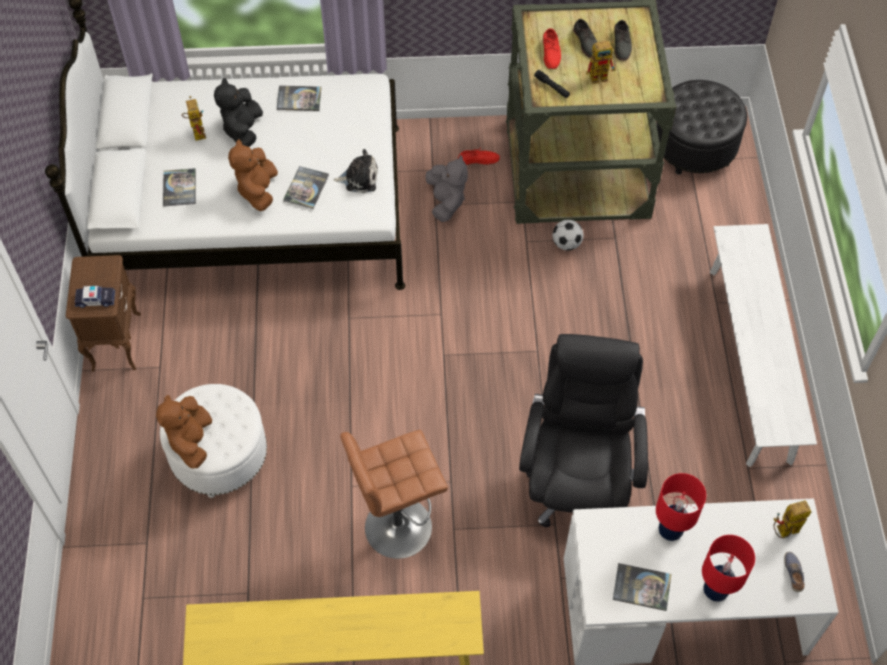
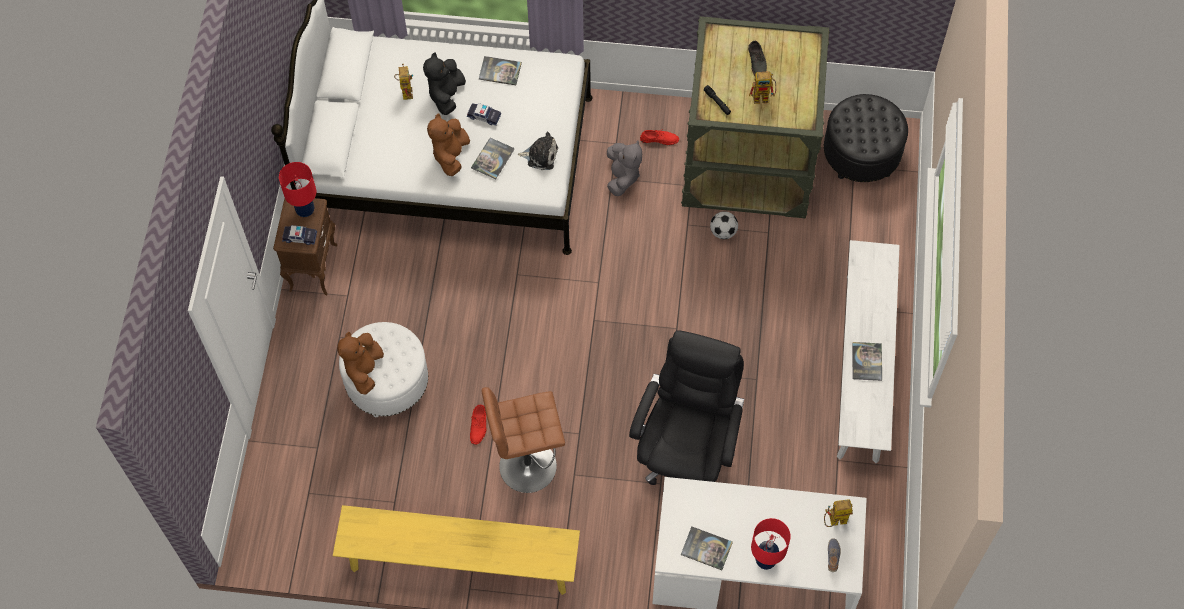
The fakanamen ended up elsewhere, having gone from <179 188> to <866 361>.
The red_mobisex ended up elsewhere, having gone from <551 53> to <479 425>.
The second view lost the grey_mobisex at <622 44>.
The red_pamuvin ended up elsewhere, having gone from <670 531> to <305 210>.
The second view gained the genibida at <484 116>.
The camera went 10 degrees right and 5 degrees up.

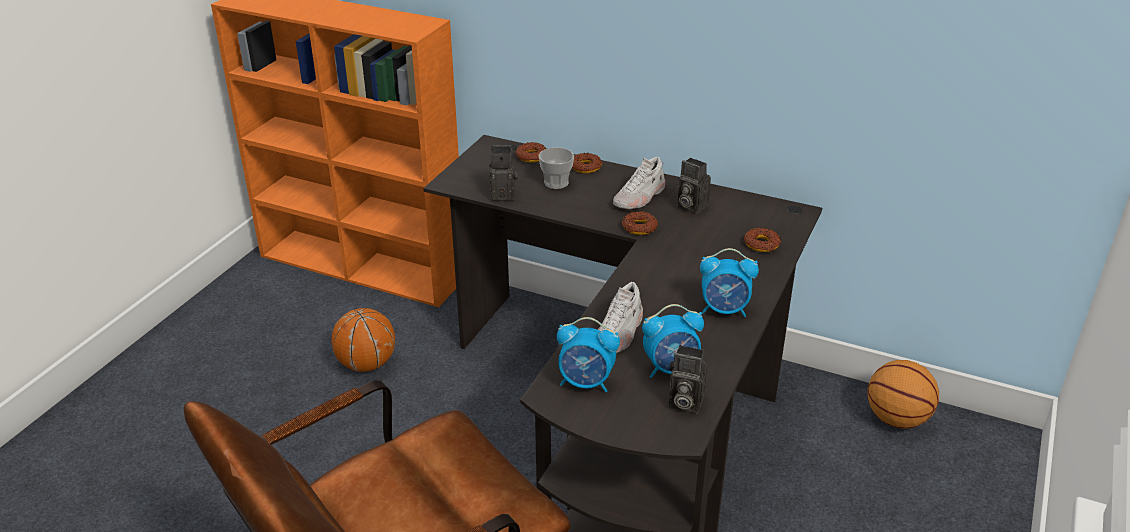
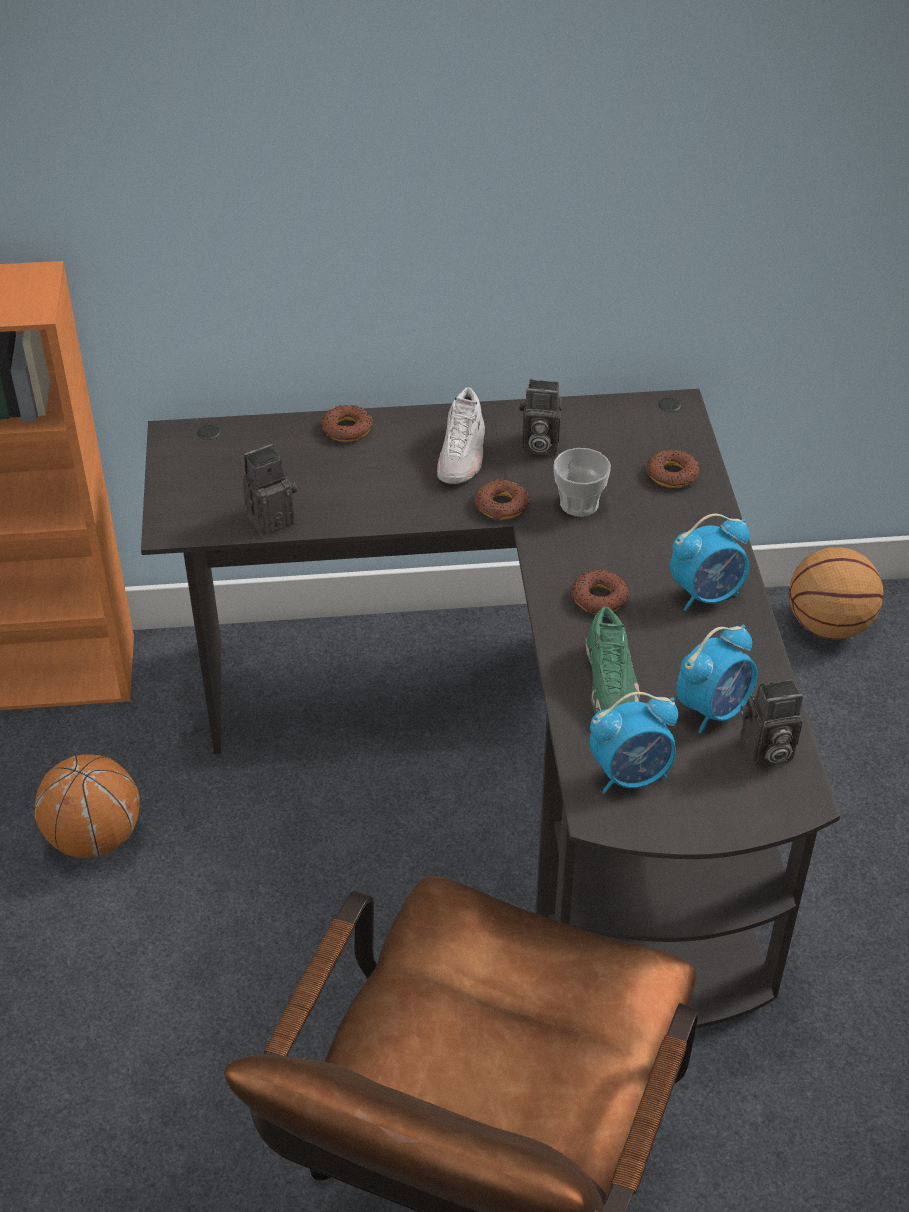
The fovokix ended up elsewhere, having gone from <531 156> to <599 598>.
The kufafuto ended up elsewhere, having gone from <556 183> to <579 504>.
What was the white_mobisex at <618 334> turned into the green_mobisex at <611 685>.
The camera went 30 degrees left and 10 degrees up.

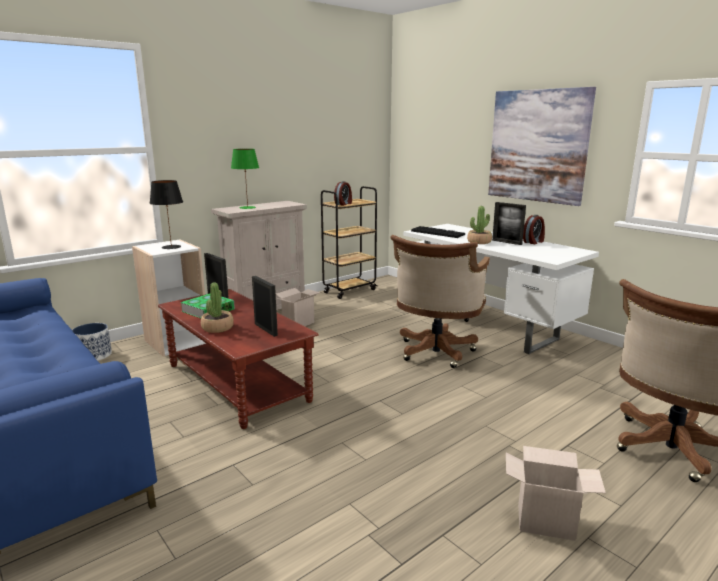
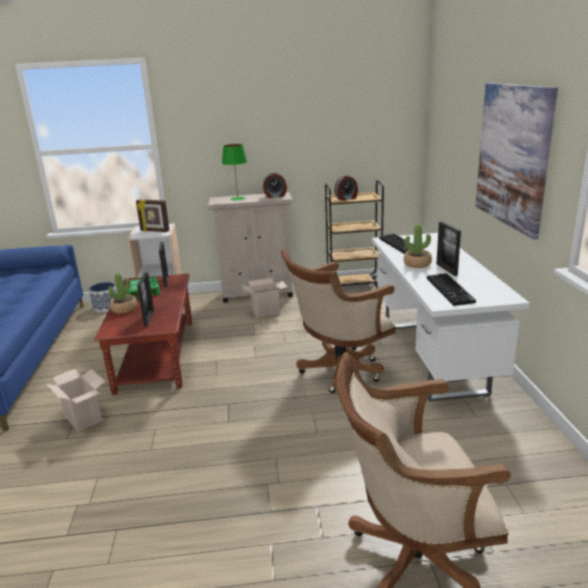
Where the black_pamuvin stood at <171 247>, the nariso came to stand at <154 231>.
The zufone ended up elsewhere, having gone from <547 521> to <85 419>.
The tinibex ended up elsewhere, having gone from <533 242> to <275 196>.
The second view gained the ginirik at <451 290>.
The camera went 35 degrees right and 5 degrees up.

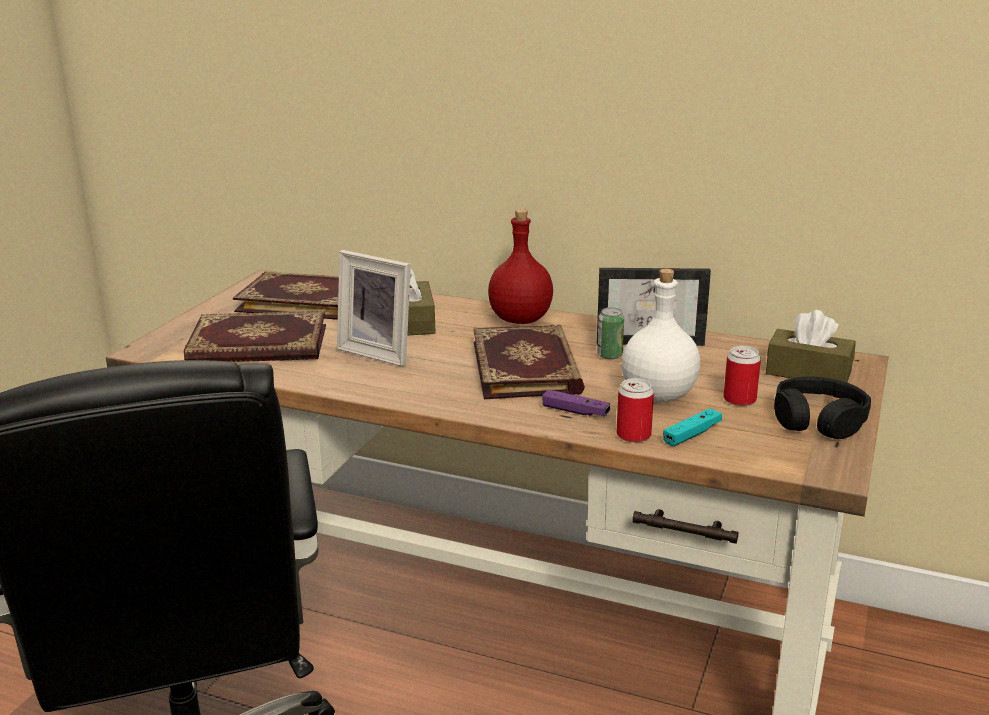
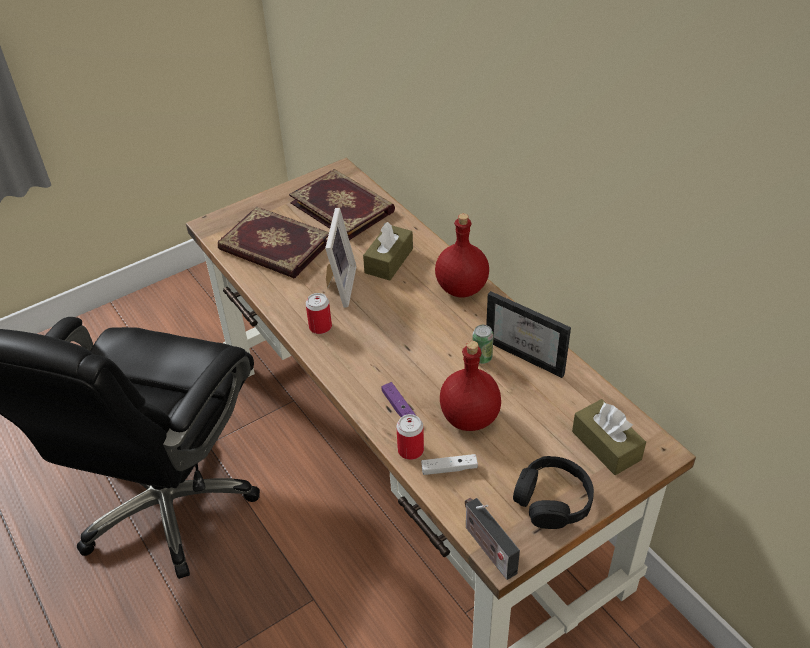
The nariso at <380 352> ended up facing another way, 150 degrees counterclockwise from before.
The second view lost the fakanamen at <528 367>.
What was the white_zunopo at <660 395> turned into the red_zunopo at <470 418>.
What was the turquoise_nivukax at <692 434> turned into the white_nivukax at <449 469>.
The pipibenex ended up elsewhere, having gone from <739 400> to <320 327>.
The second view gained the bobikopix at <487 547>.
The camera went 35 degrees right and 20 degrees up.

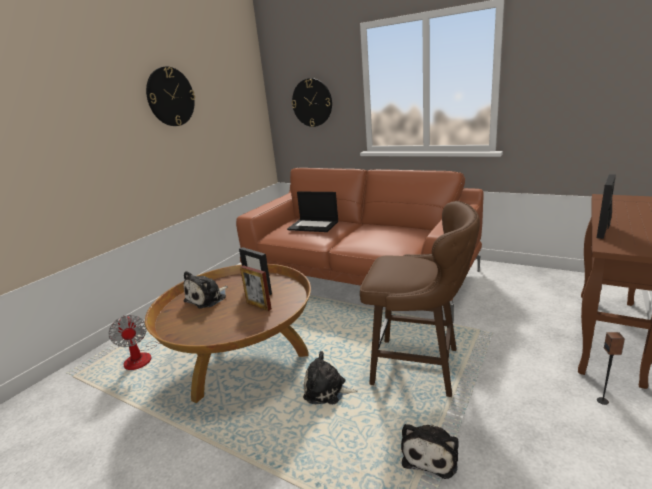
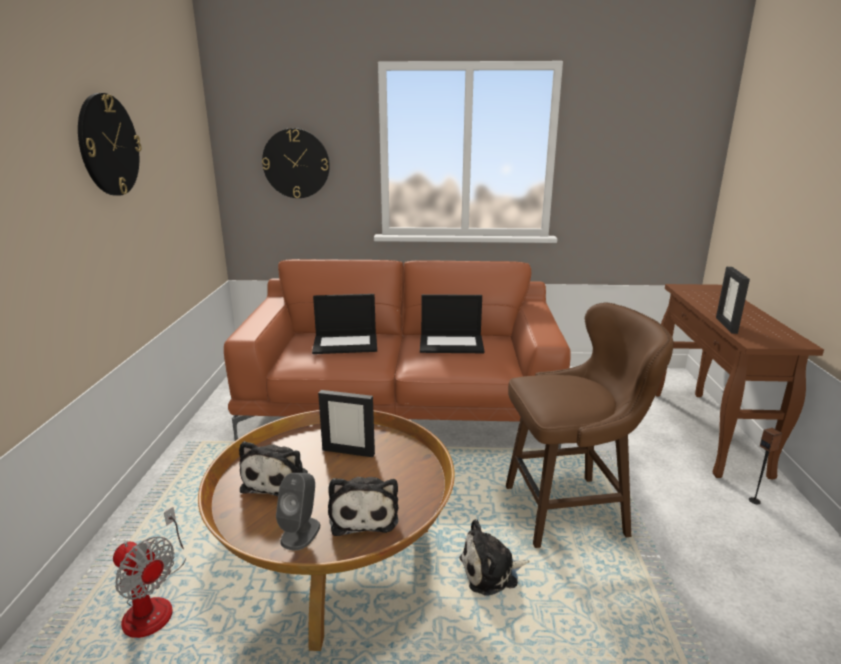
The second view lost the nariso at <258 306>.
The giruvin ended up elsewhere, having gone from <430 454> to <364 514>.
The second view gained the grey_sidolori at <301 533>.
The second view gained the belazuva at <452 344>.
The camera went 30 degrees left and 0 degrees up.

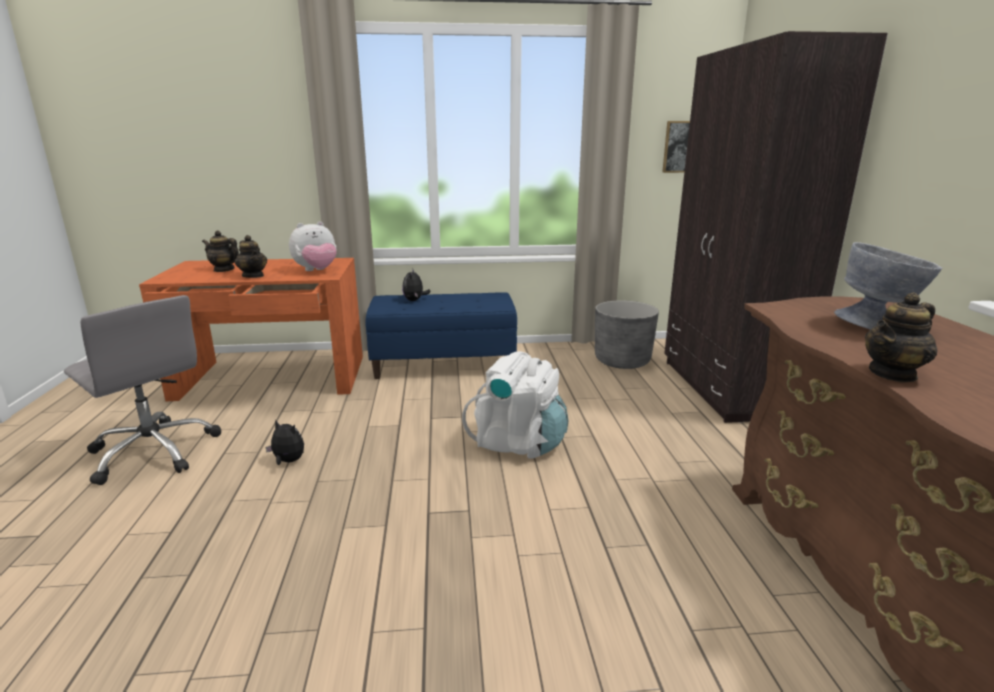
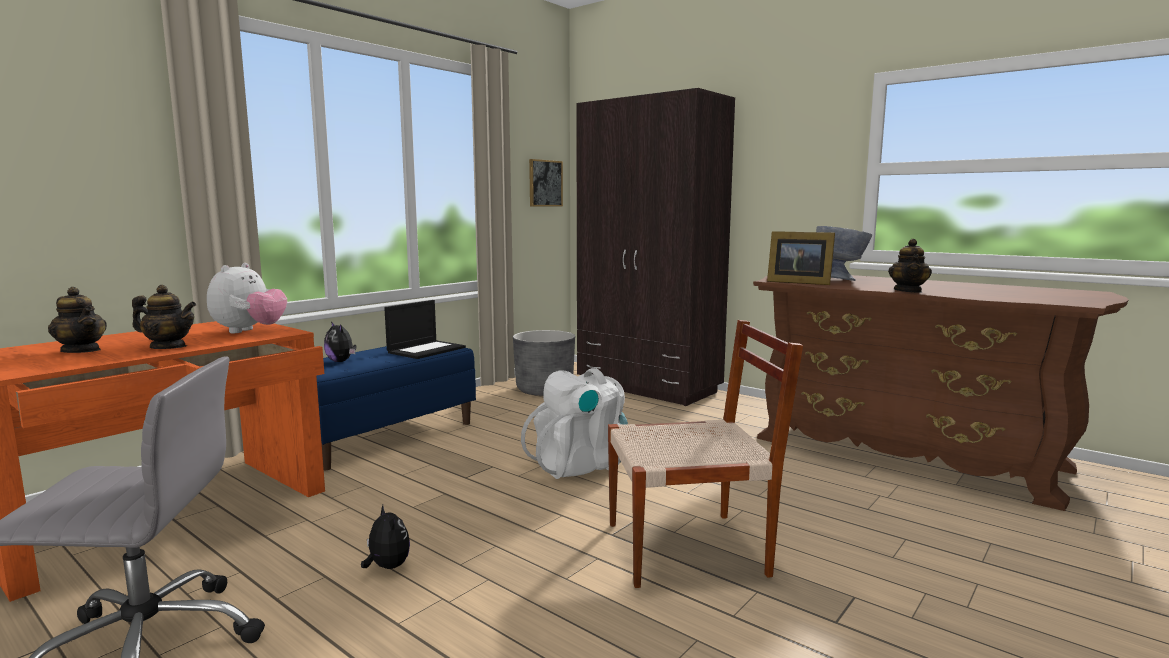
The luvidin at <224 270> ended up facing another way, 120 degrees counterclockwise from before.
The giruvin at <288 461> ended up facing another way, 75 degrees clockwise from before.
The second view gained the belazuva at <426 350>.
The second view gained the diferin at <690 549>.
The second view gained the nariso at <797 282>.
The camera went 45 degrees left and 10 degrees down.

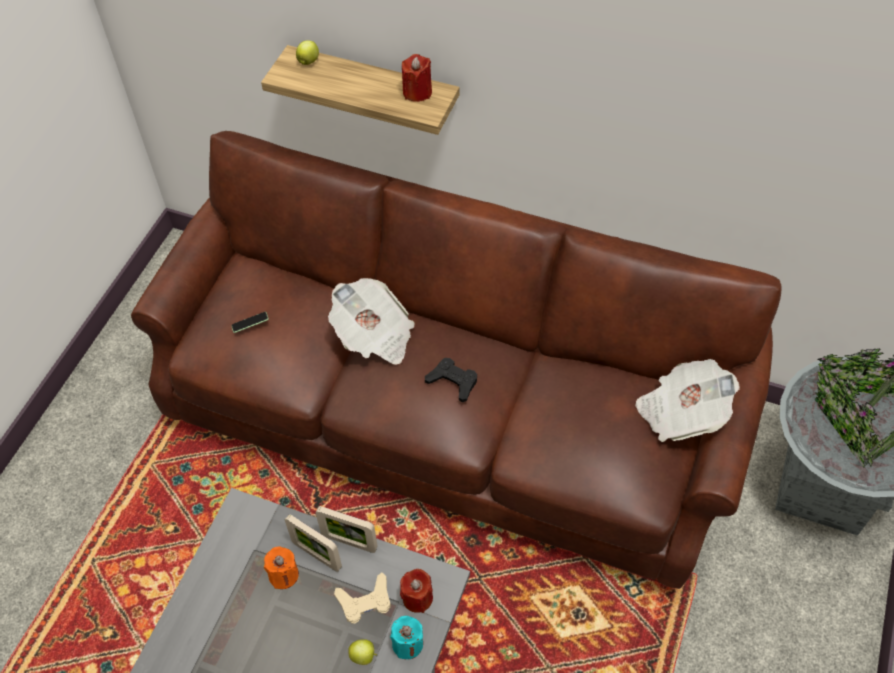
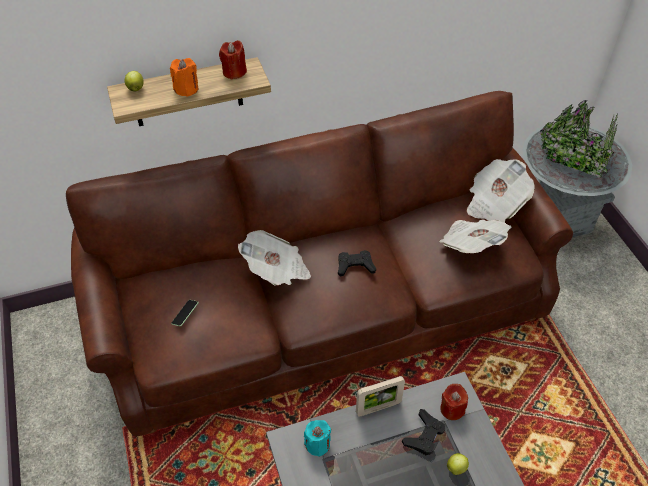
The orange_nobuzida ended up elsewhere, having gone from <283 575> to <186 89>.
The second view lost the nariso at <317 555>.
What was the beige_nivukax at <365 601> turned into the black_nivukax at <424 435>.
The turquoise_nobuzida ended up elsewhere, having gone from <407 644> to <317 444>.
The second view gained the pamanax at <471 245>.
The camera went 40 degrees left and 5 degrees down.

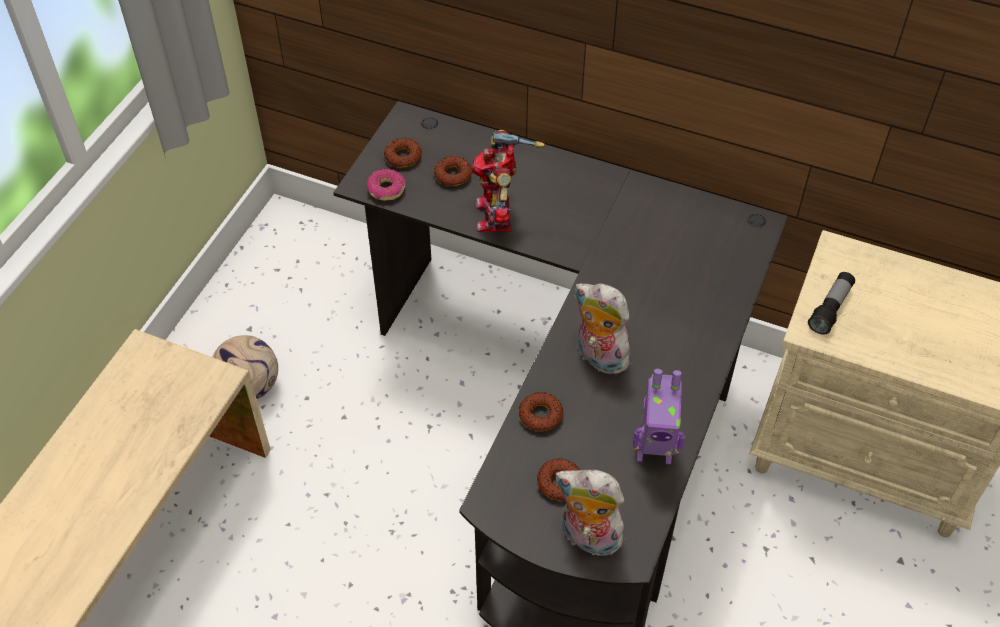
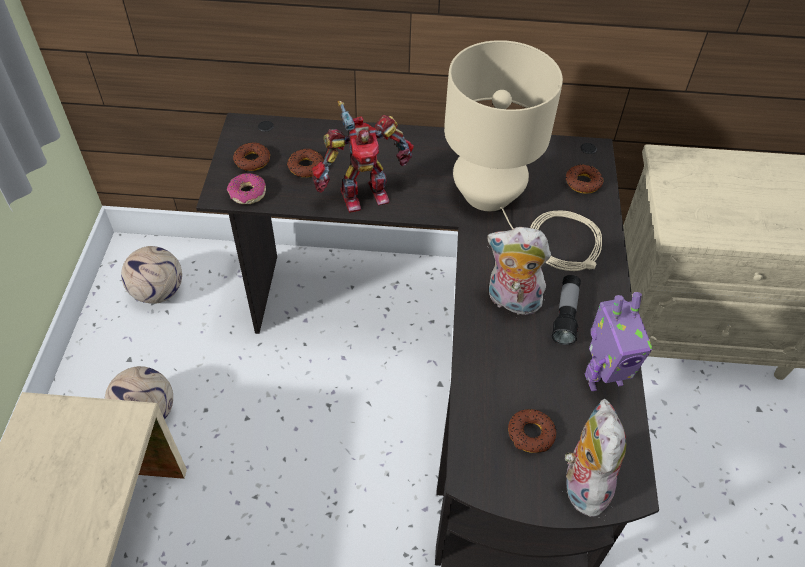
The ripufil at <498 215> ended up facing another way, 90 degrees counterclockwise from before.
The fovokix ended up elsewhere, having gone from <541 415> to <583 182>.
The giruvin at <587 538> ended up facing another way, 90 degrees clockwise from before.
The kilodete ended up elsewhere, having gone from <830 309> to <565 315>.
The second view gained the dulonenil at <158 291>.
The second view gained the beige_pamuvin at <516 212>.
The camera went 20 degrees left and 0 degrees up.

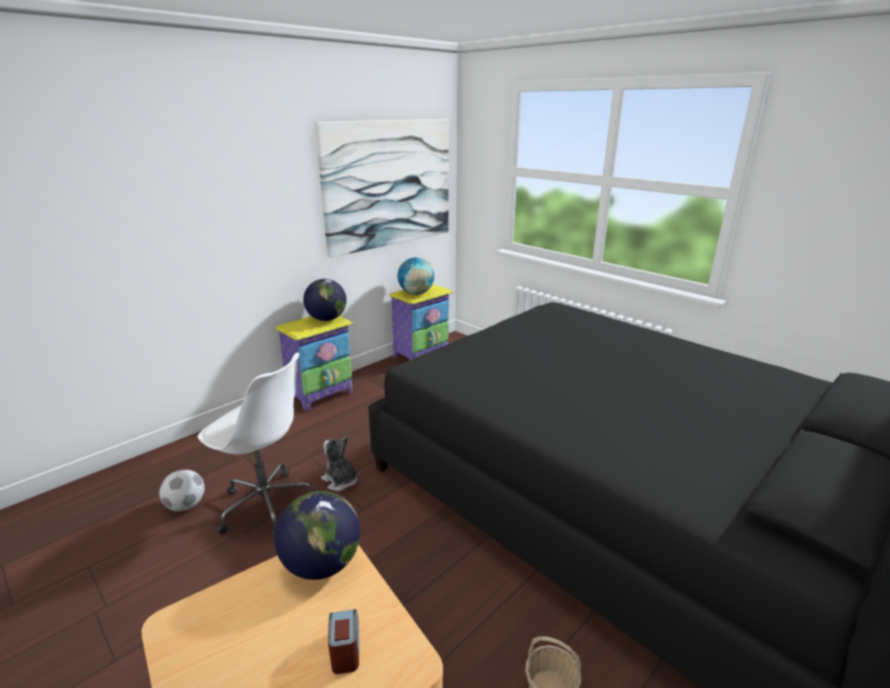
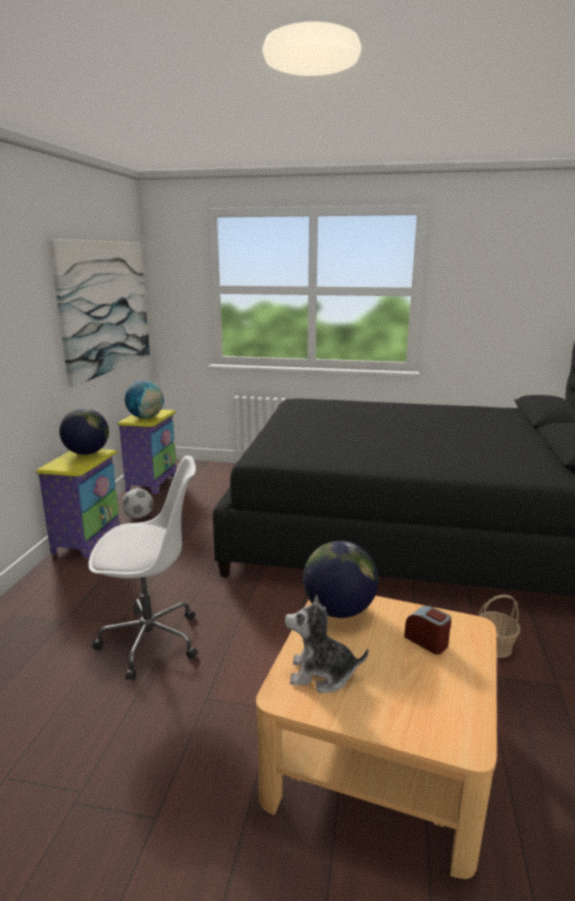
The dulonenil ended up elsewhere, having gone from <186 505> to <139 516>.
The giruvin ended up elsewhere, having gone from <340 481> to <322 674>.
The camera went 35 degrees left and 5 degrees down.

